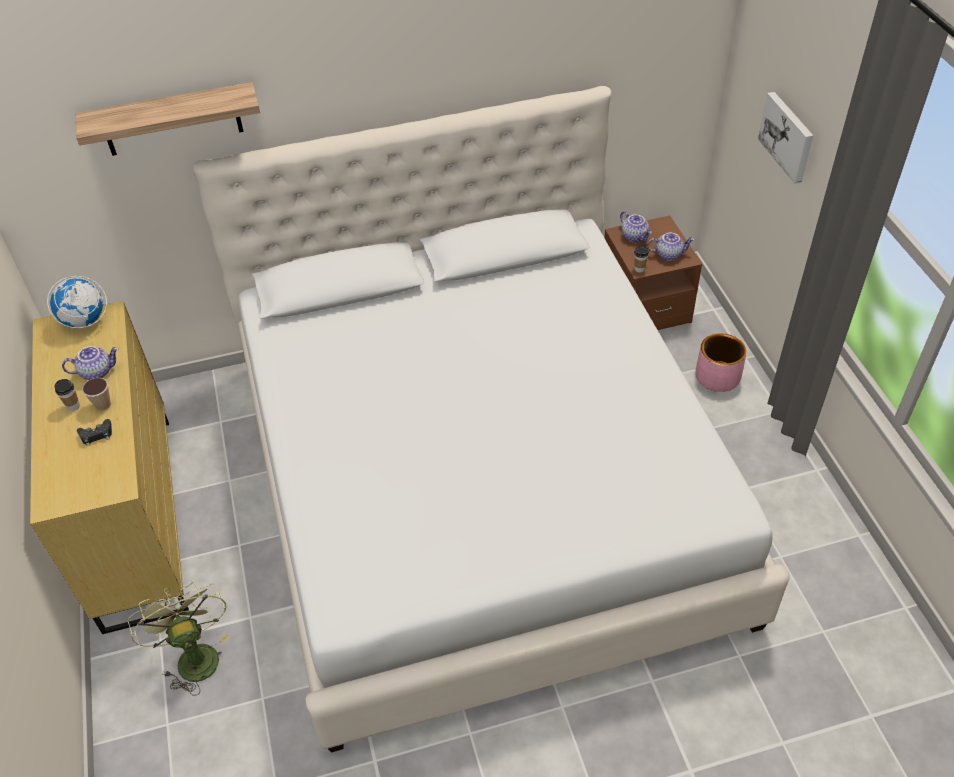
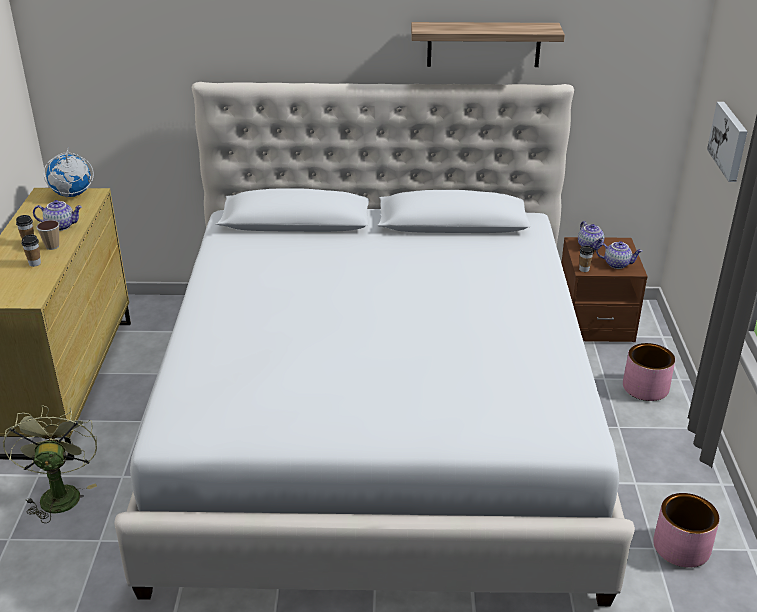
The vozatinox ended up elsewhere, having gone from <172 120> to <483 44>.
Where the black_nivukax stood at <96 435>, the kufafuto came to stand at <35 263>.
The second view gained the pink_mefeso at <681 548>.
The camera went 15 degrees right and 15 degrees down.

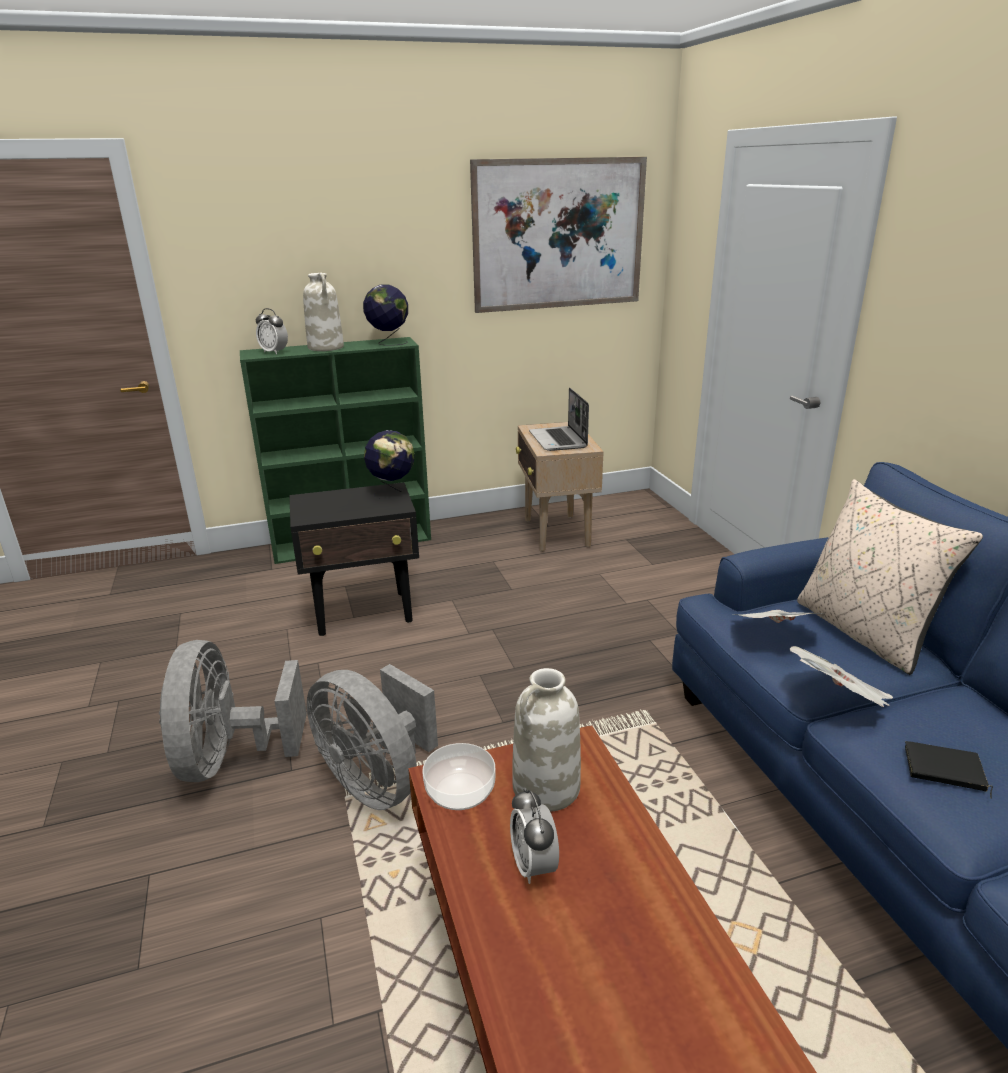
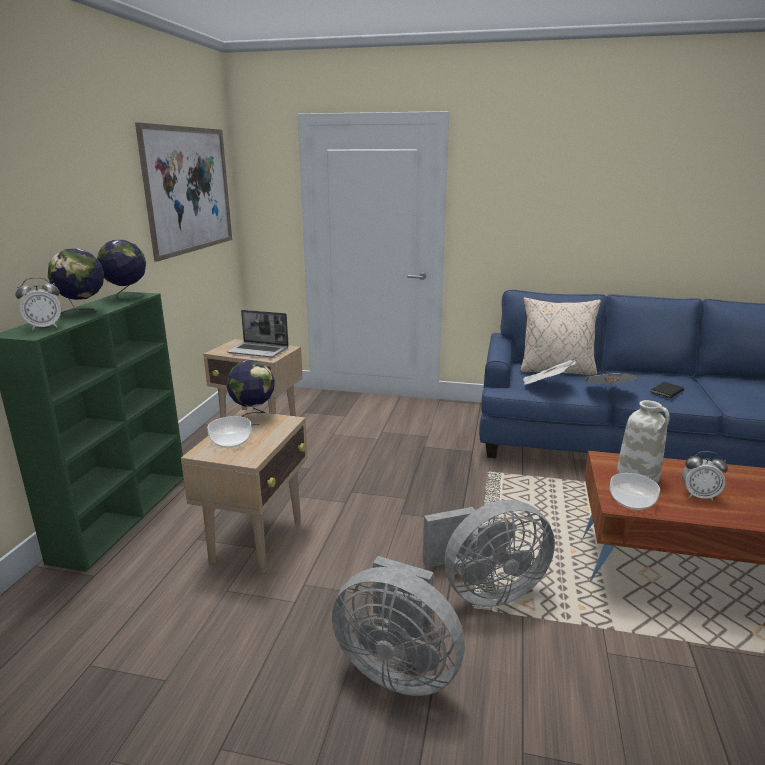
What was the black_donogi at <364 613> turned into the beige_donogi at <258 540>.
Where the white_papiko stood at <326 347>, the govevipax came to stand at <83 312>.
The second view gained the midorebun at <230 441>.
The camera went 60 degrees left and 5 degrees down.

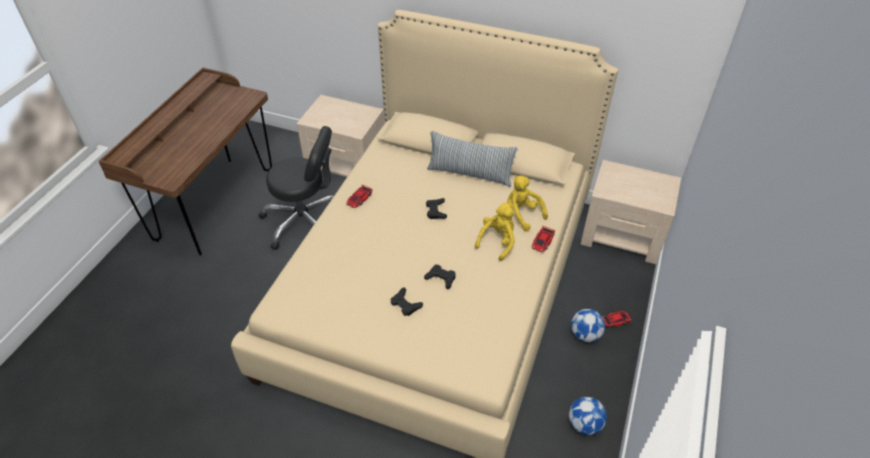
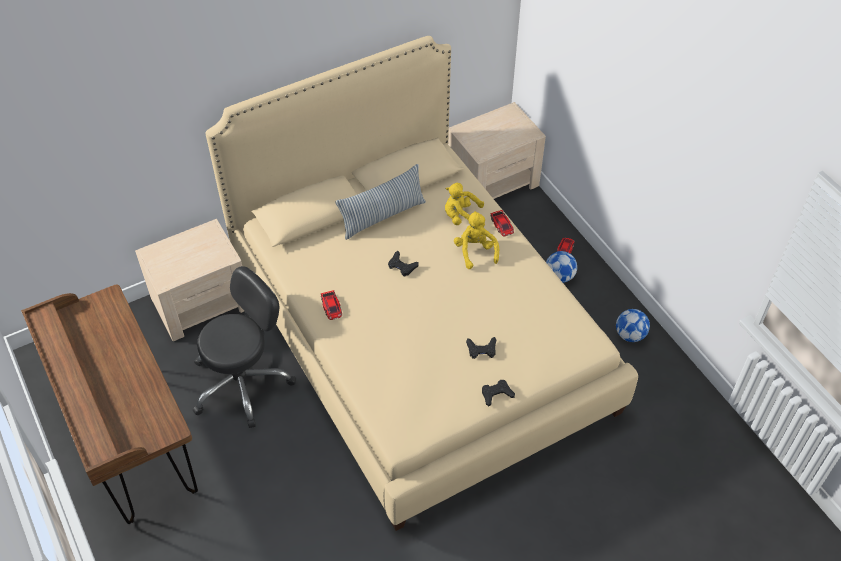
The black_nivukax ended up elsewhere, having gone from <441 278> to <496 394>.
The camera went 50 degrees left and 5 degrees up.

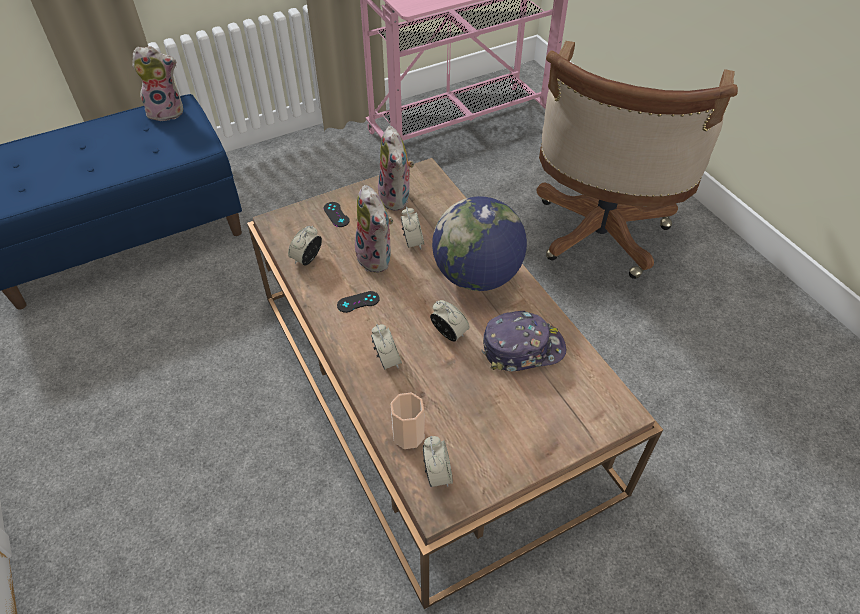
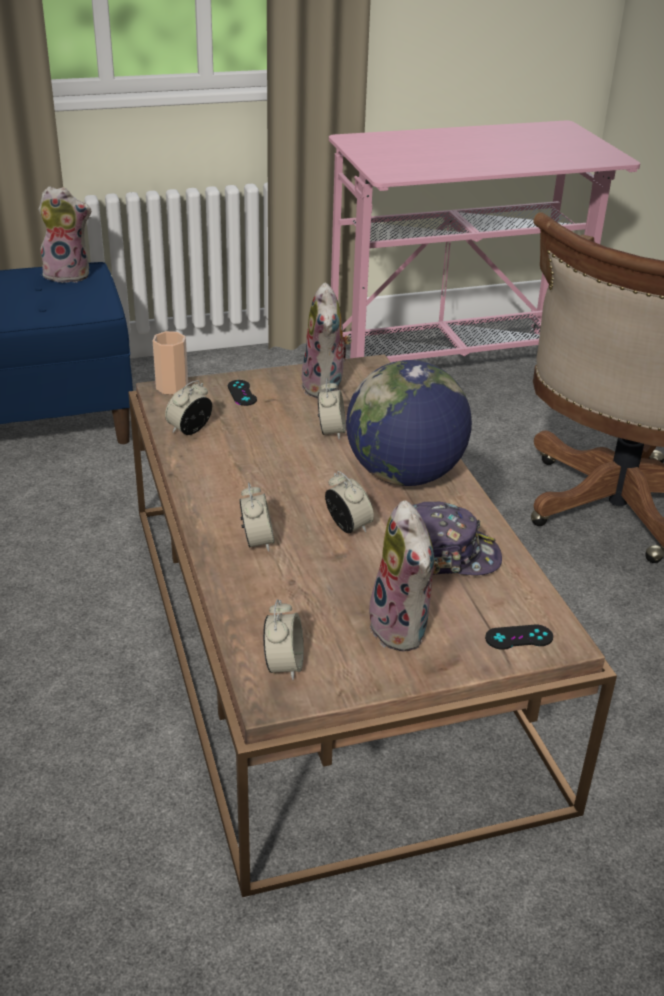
The black_nivukax ended up elsewhere, having gone from <358 302> to <519 637>.
The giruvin ended up elsewhere, having gone from <377 258> to <403 629>.
The kufafuto ended up elsewhere, having gone from <408 435> to <172 387>.
The camera went 10 degrees right and 15 degrees down.

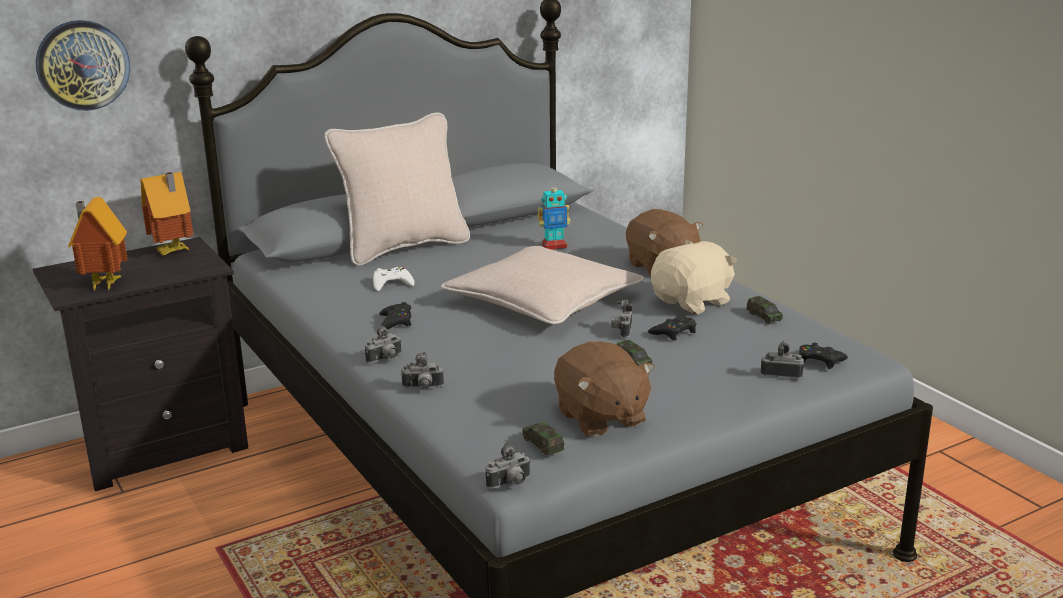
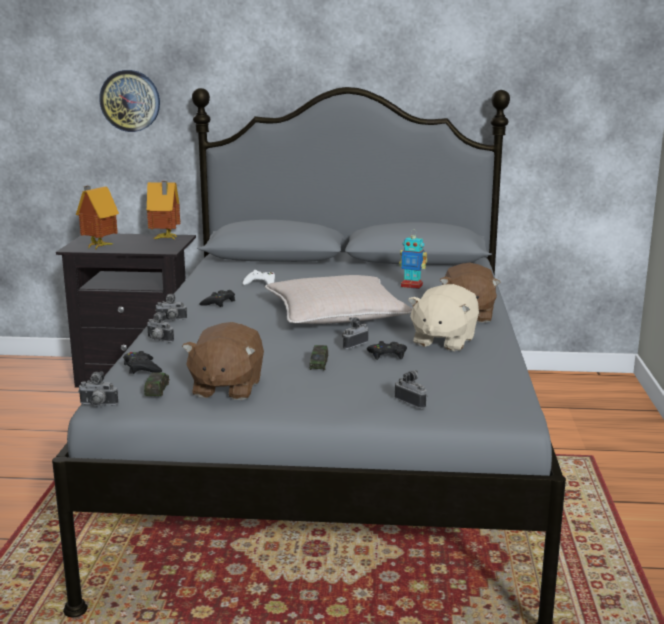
The second view lost the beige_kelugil at <403 247>.
The beige_giruvin at <693 302> ended up facing another way, 120 degrees clockwise from before.
The second view lost the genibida at <763 316>.
The black_nivukax ended up elsewhere, having gone from <820 360> to <142 368>.
The camera went 35 degrees right and 5 degrees down.

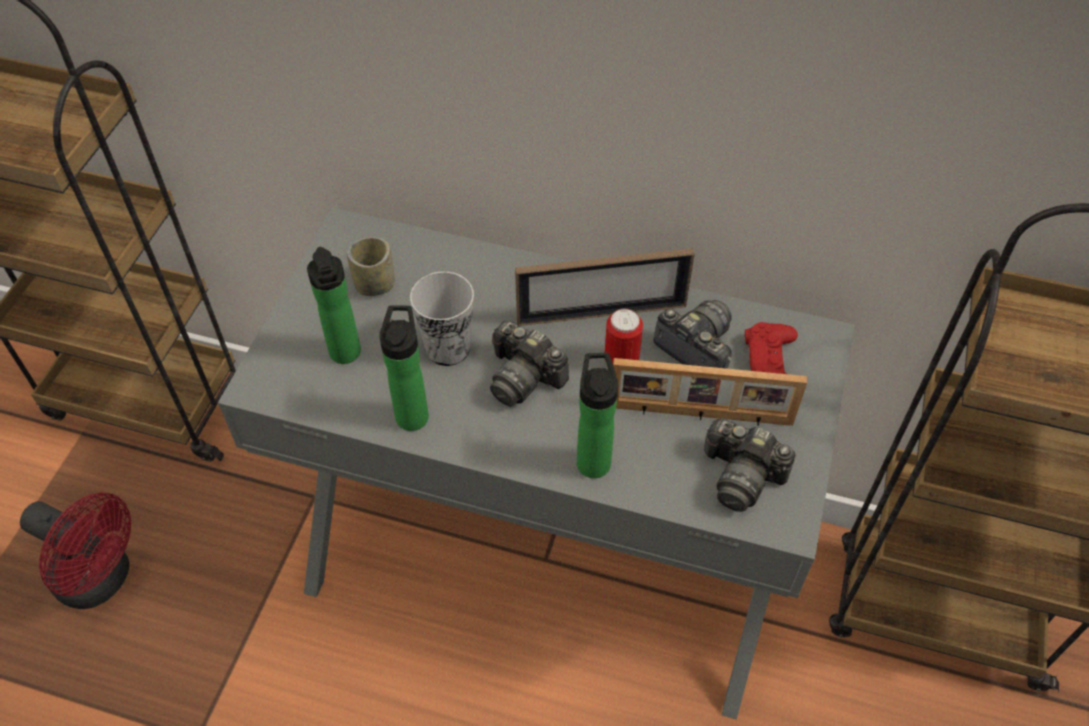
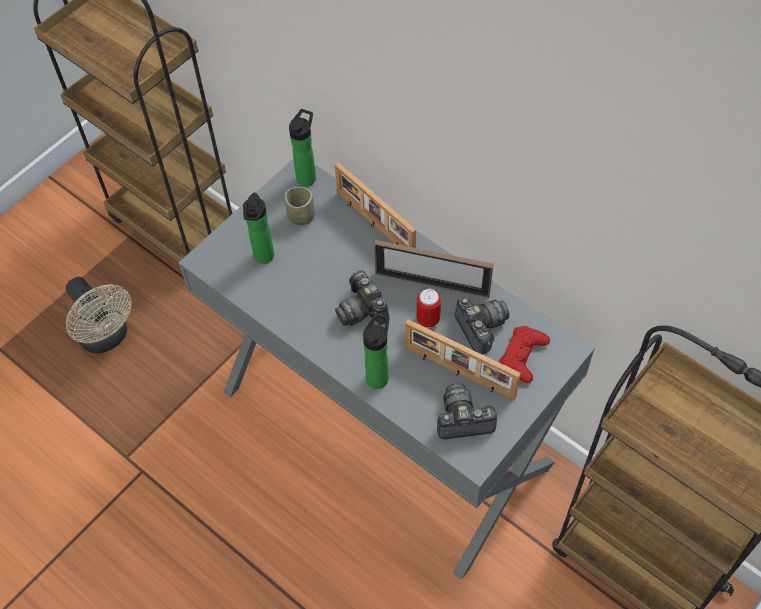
What was the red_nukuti at <102 579> turned into the beige_nukuti at <107 337>.
The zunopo ended up elsewhere, having gone from <412 412> to <307 176>.
The second view lost the kufafuto at <448 348>.
The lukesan at <741 476> ended up facing another way, 120 degrees clockwise from before.
The second view gained the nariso at <374 225>.
The camera went 25 degrees right and 5 degrees up.

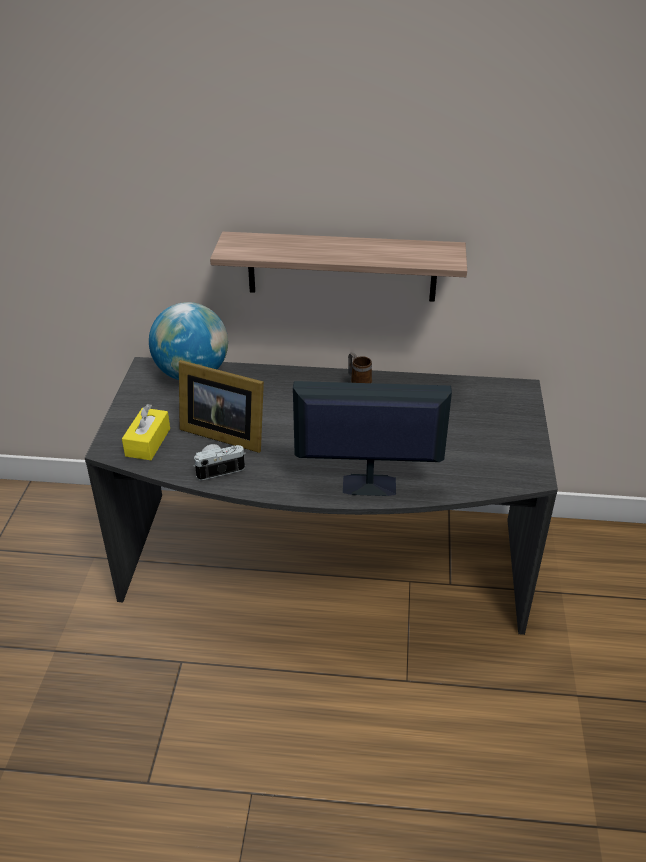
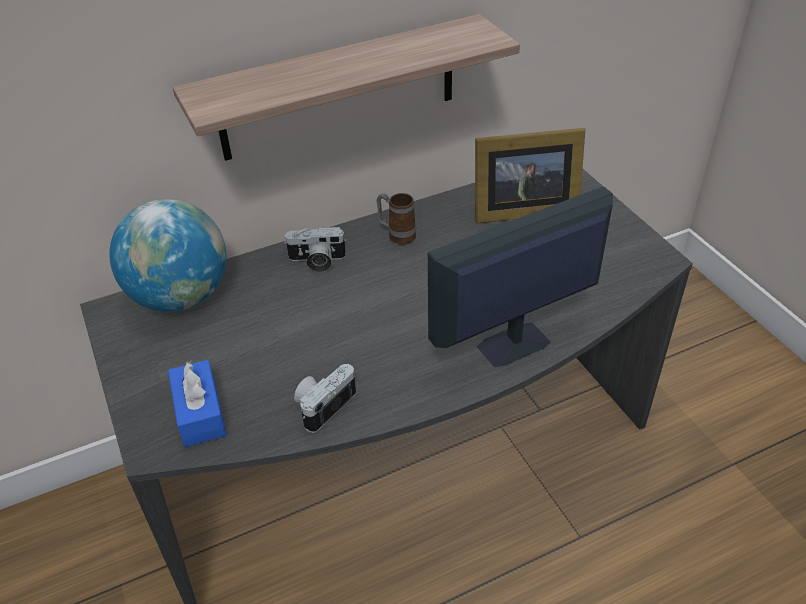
What was the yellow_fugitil at <148 442> turned into the blue_fugitil at <200 413>.
The nariso ended up elsewhere, having gone from <222 433> to <520 209>.
The second view gained the lukesan at <316 261>.
The camera went 30 degrees left and 5 degrees up.

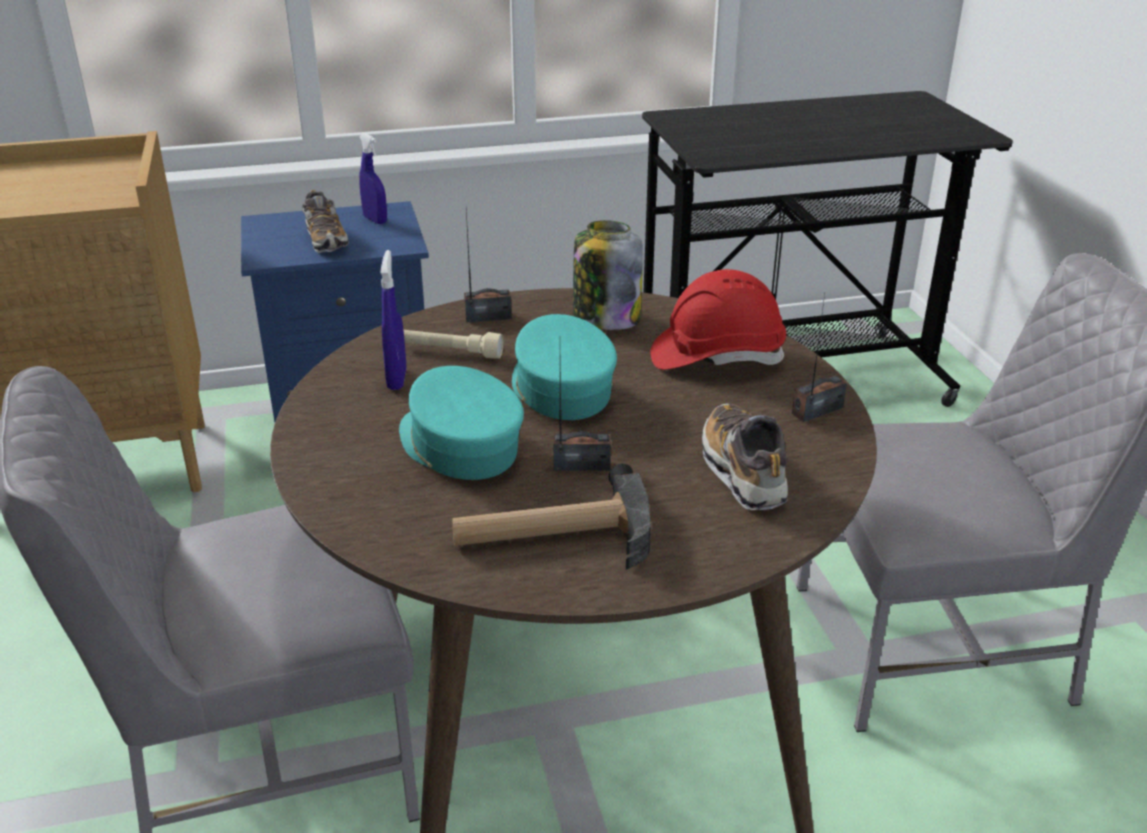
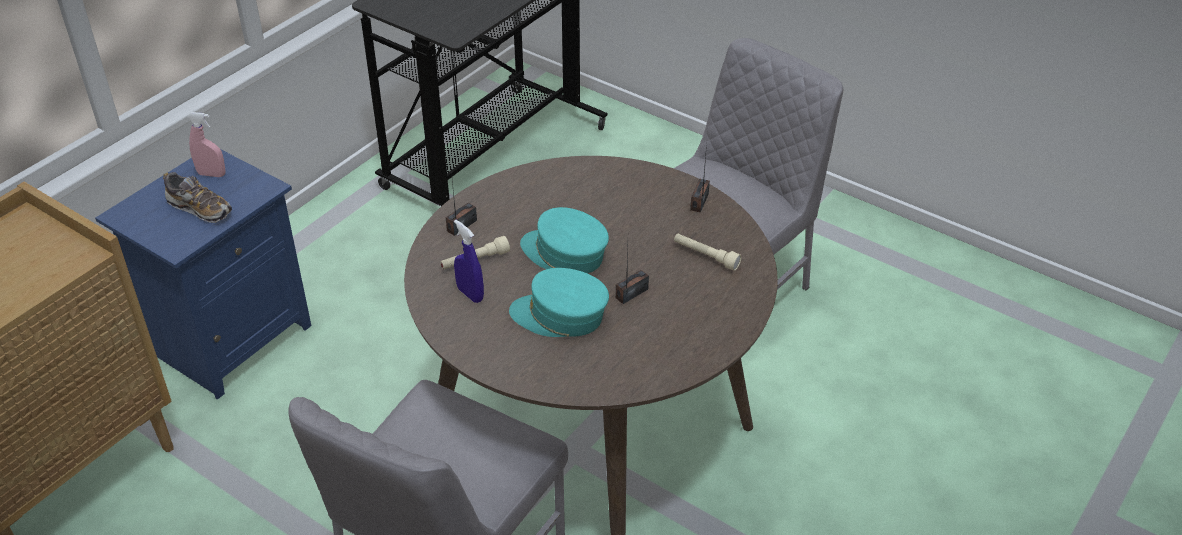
What was the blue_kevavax at <375 220> turned into the pink_kevavax at <211 174>.
The second view lost the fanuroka at <552 535>.
The second view lost the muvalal at <605 318>.
The second view lost the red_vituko at <716 356>.
Where the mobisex stood at <742 471>, the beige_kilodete came to stand at <705 256>.
The camera went 40 degrees left and 10 degrees up.

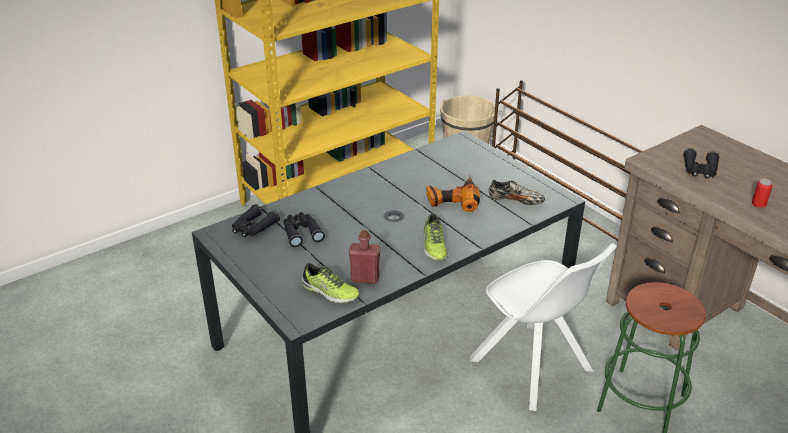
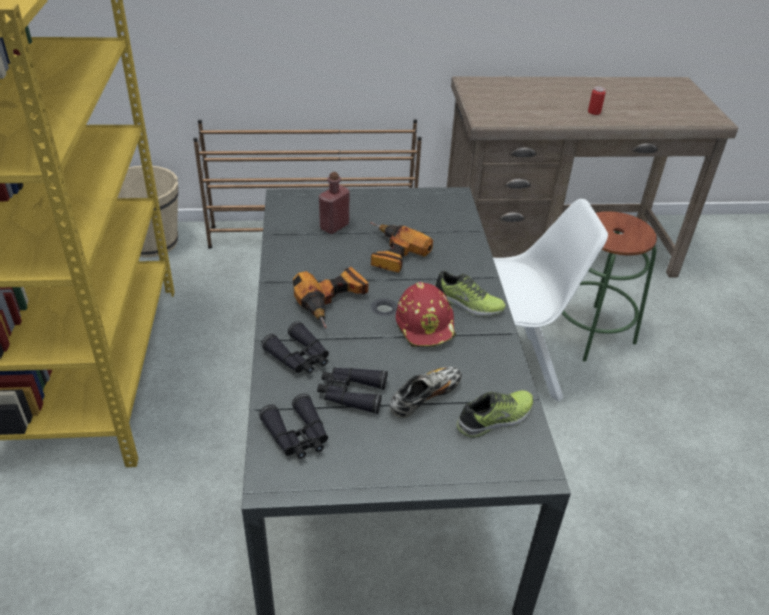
The red_zunopo ended up elsewhere, having gone from <365 278> to <334 227>.
The mobisex ended up elsewhere, having gone from <515 201> to <425 398>.
The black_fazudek ended up elsewhere, having gone from <699 170> to <299 357>.
The second view gained the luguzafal at <333 302>.
The second view gained the red_vituko at <426 325>.
The camera went 60 degrees left and 5 degrees up.

